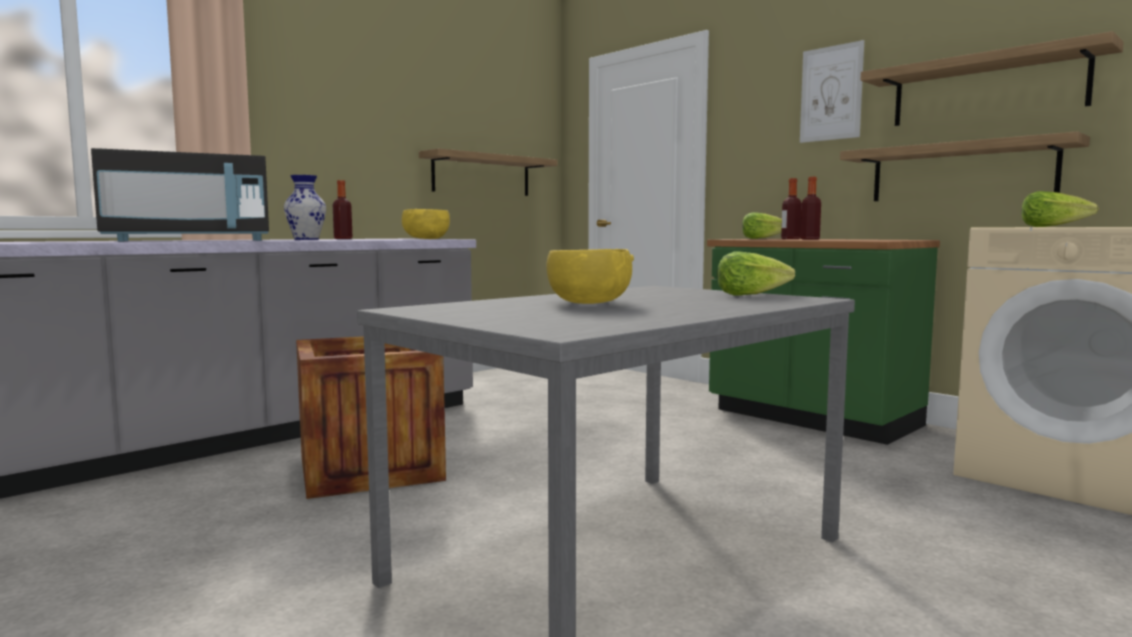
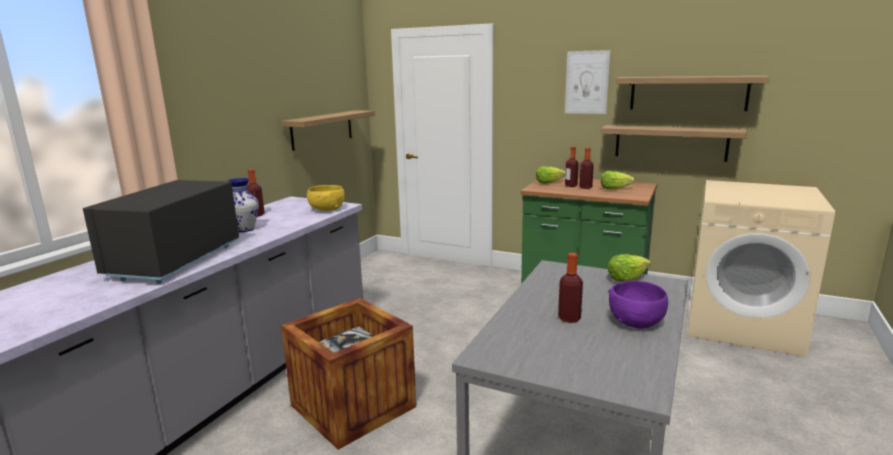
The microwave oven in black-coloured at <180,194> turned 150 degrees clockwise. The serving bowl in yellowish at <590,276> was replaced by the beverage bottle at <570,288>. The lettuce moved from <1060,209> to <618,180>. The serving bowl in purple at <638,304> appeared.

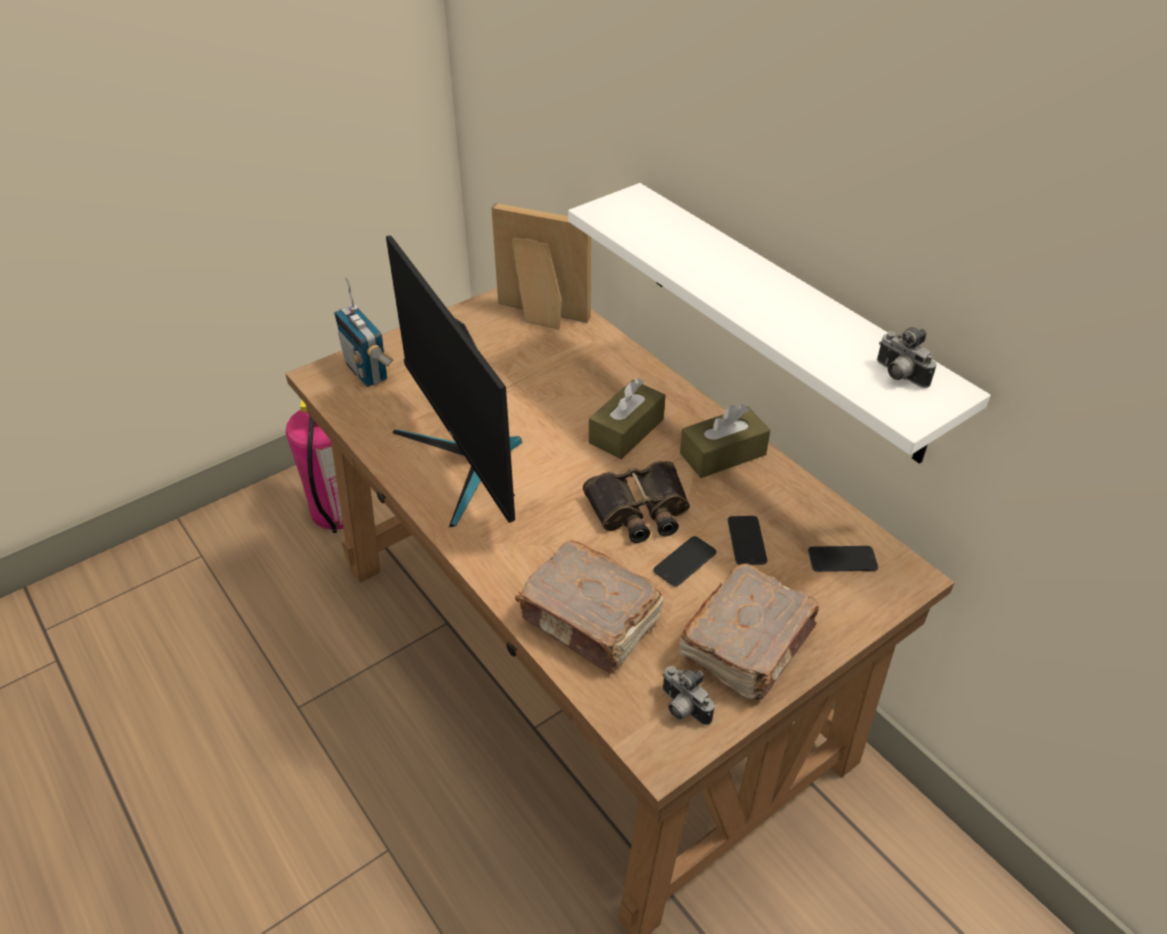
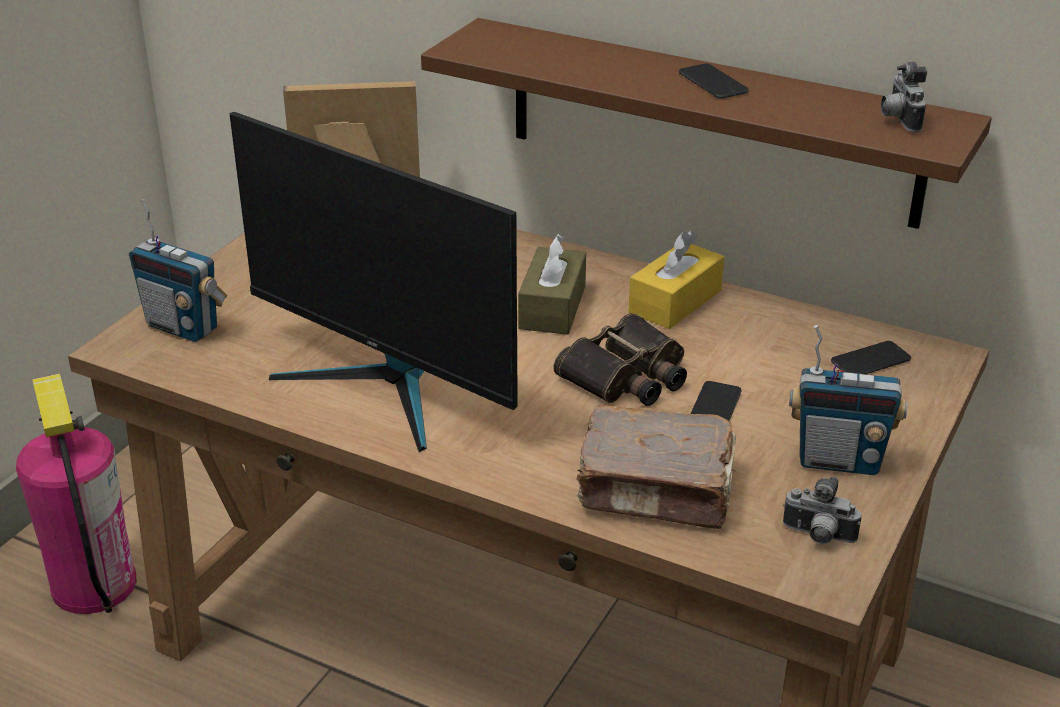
The bracket shelf in whitish at <779,323> became the bracket shelf in brownish at <706,123>. The box of tissues in brownish at <725,441> became the box of tissues in yellowish at <676,280>. The handset moved from <747,540> to <714,81>. The volume in brownish at <749,631> was replaced by the radio set at <848,400>. The photo camera at <907,357> turned 60 degrees clockwise.

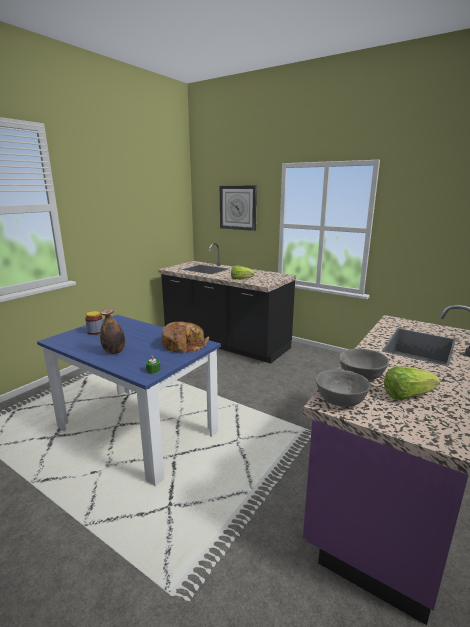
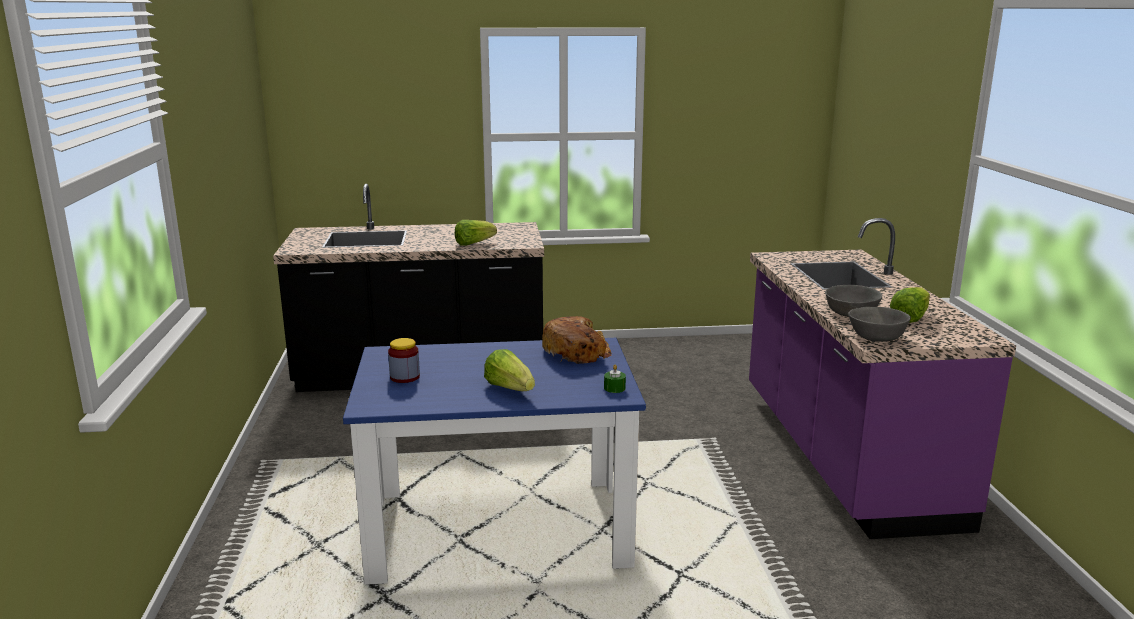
The beverage bottle at <112,331> was replaced by the lettuce at <509,370>. The hanging clock at <238,208> disappeared.

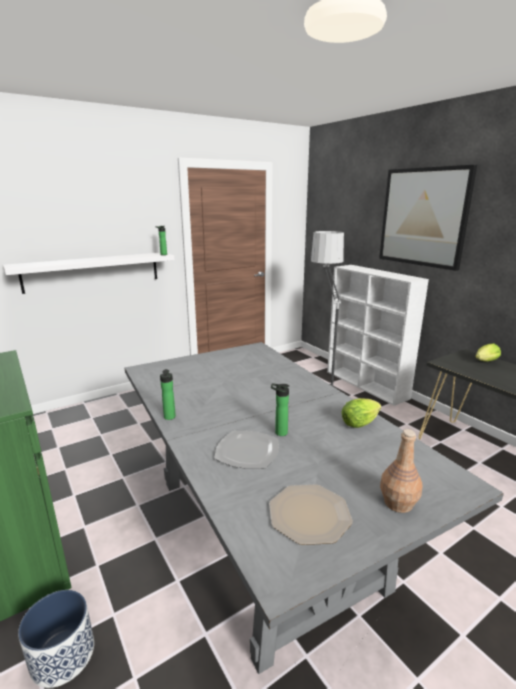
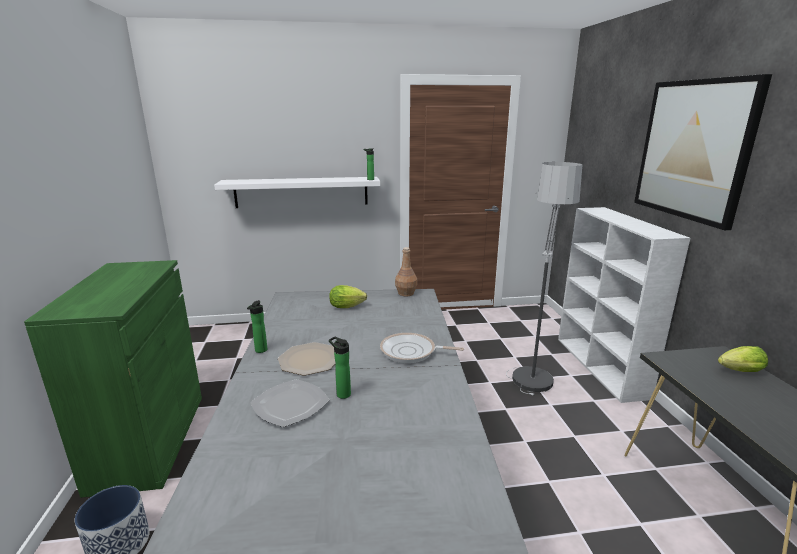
The flat dish moved from <311,514> to <307,358>. The lettuce moved from <361,413> to <348,296>. The skillet at <422,348> appeared. The beverage bottle in brownish moved from <401,471> to <406,271>.

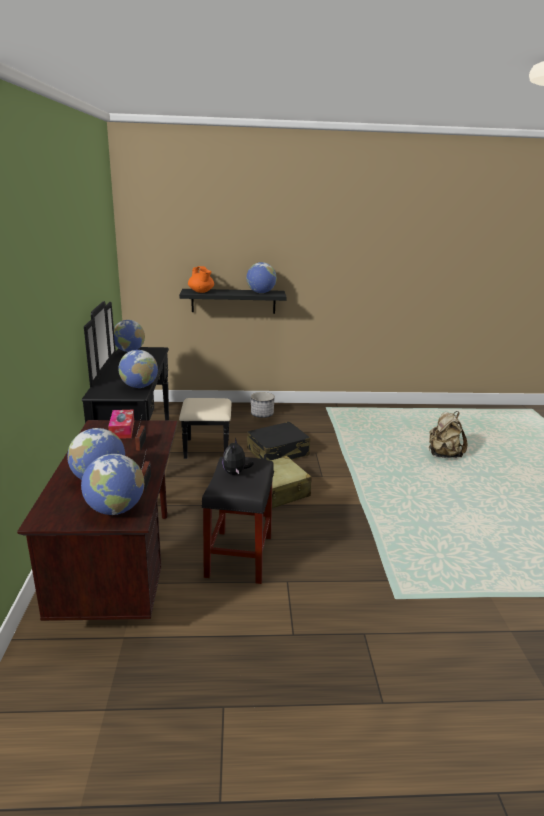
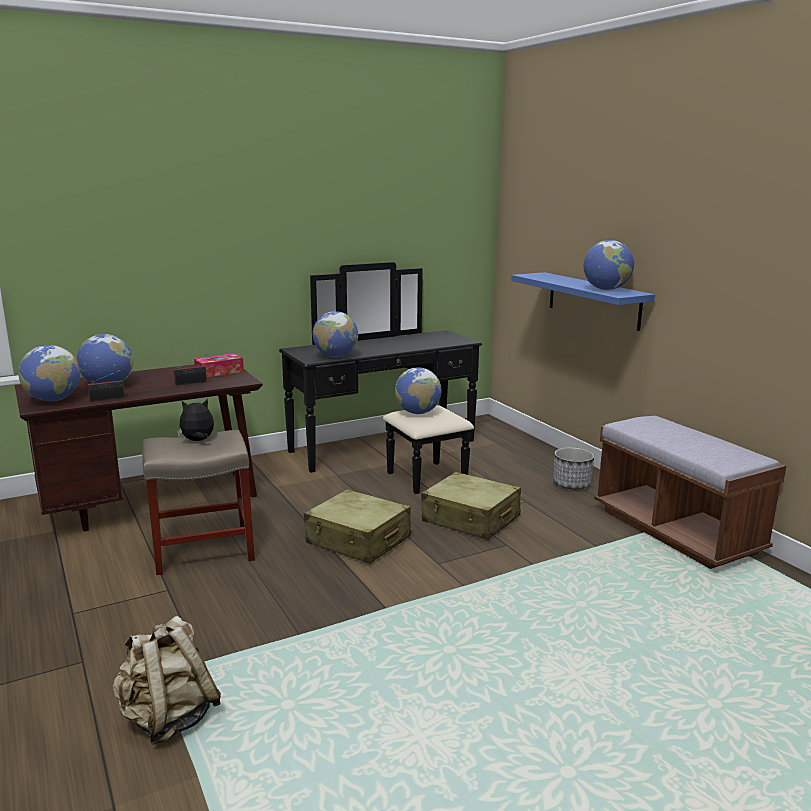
The knapsack in sand-coloured moved from <448,434> to <167,680>. The sitting stool in black-coloured at <238,520> became the sitting stool in sand-coloured at <198,502>. The desk globe moved from <129,336> to <418,390>. The suitcase in black-coloured at <278,441> became the suitcase in sand-coloured at <471,506>. The bracket shelf in black-coloured at <233,301> became the bracket shelf in bluish at <583,301>. The bench in brownish at <690,492> appeared. The pot for tea in orange at <201,279> disappeared.

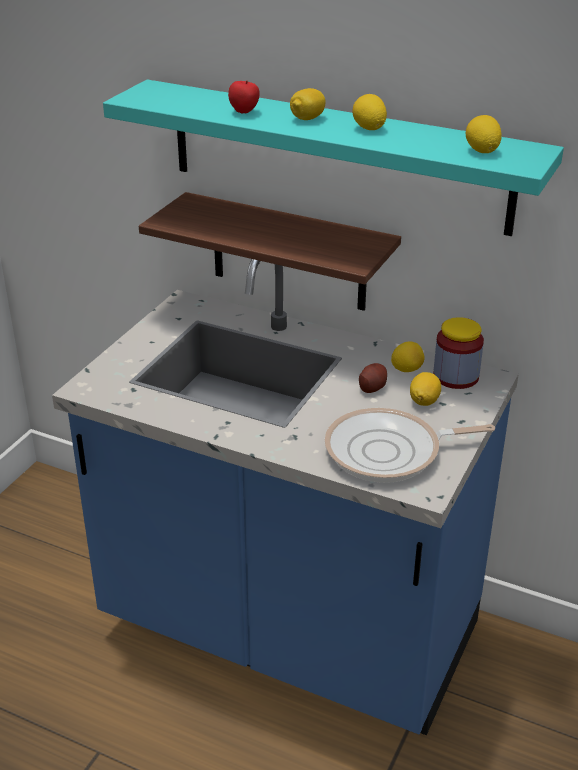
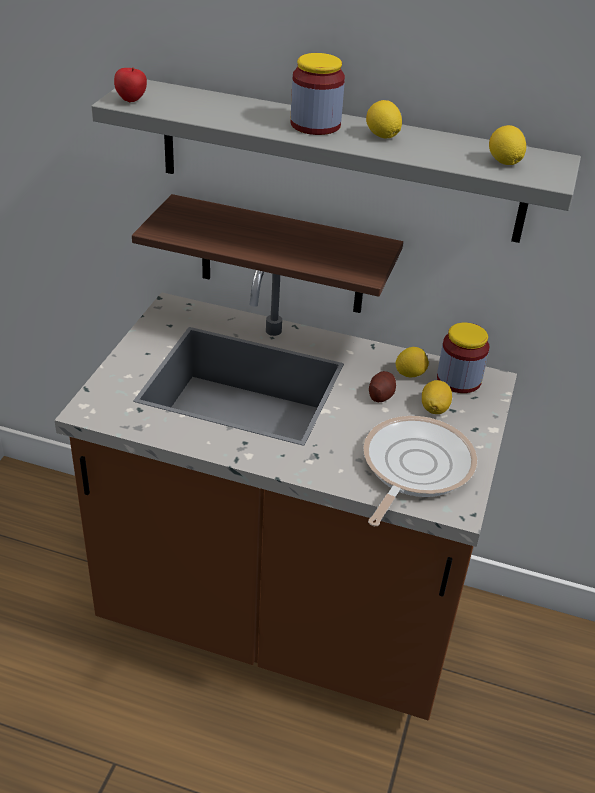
The kitchen counter in bluish at <285,497> became the kitchen counter in brownish at <285,495>. The bracket shelf in turquoise-coloured at <333,158> became the bracket shelf in greyish at <336,161>. The whole apple moved from <244,97> to <130,85>. The whole lemon at <308,104> was replaced by the storage jar at <318,94>. The skillet at <410,445> turned 135 degrees clockwise.

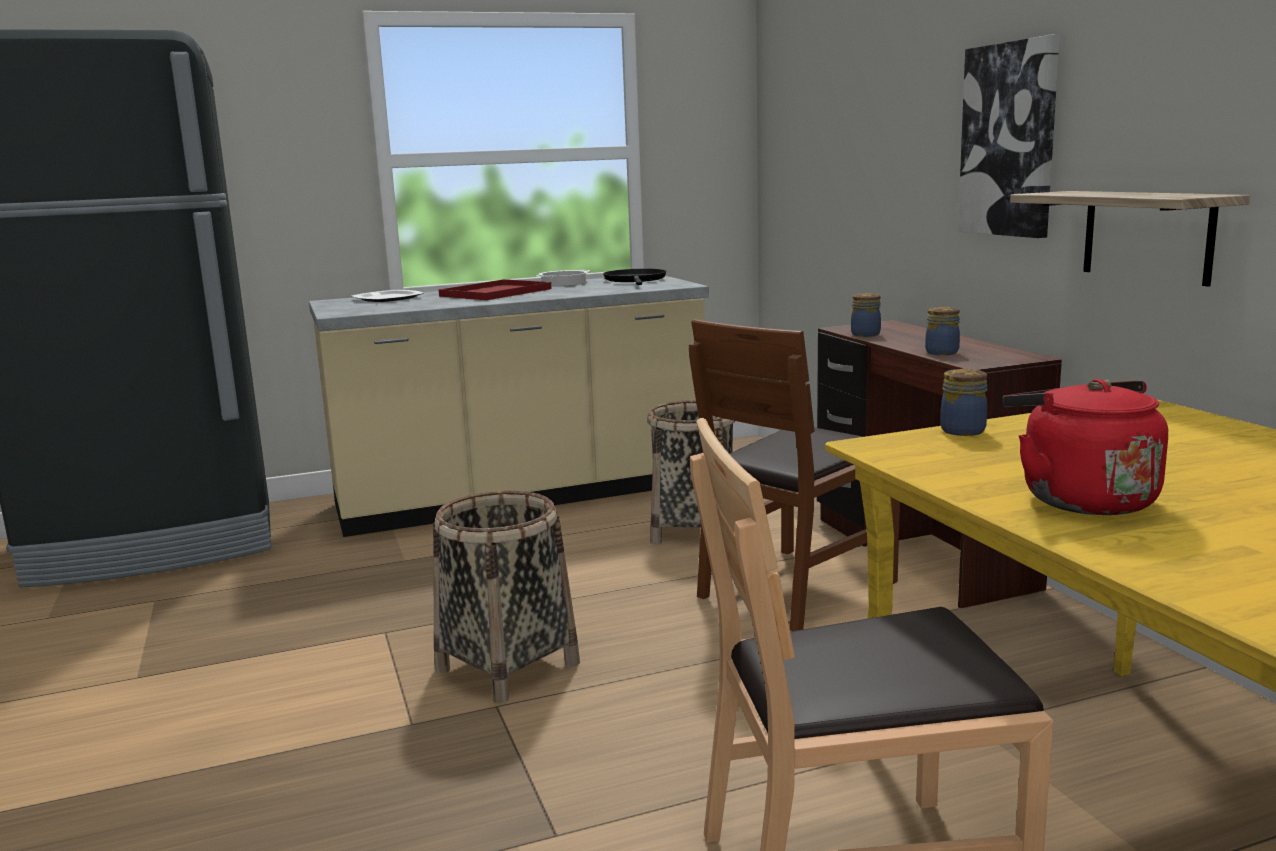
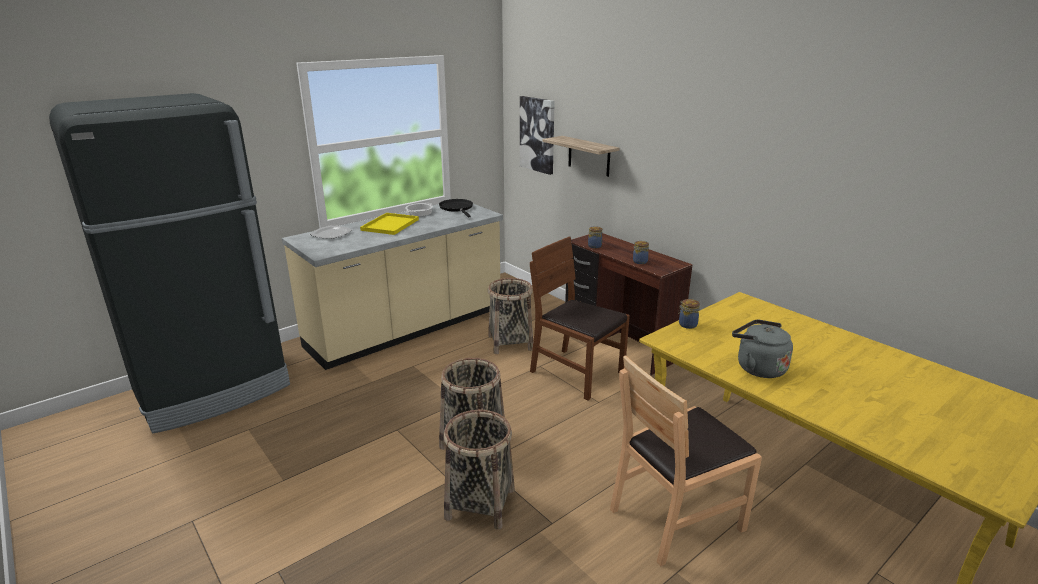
The serving tray in reddish at <495,289> became the serving tray in yellowish at <389,224>. The storage basket at <479,470> appeared. The wall picture moved from <1009,136> to <537,135>. The upright chair in brownish at <794,475> turned 105 degrees clockwise. The bracket shelf moved from <1130,239> to <581,156>. The water kettle in reddish at <1085,447> became the water kettle in greyish at <762,349>.

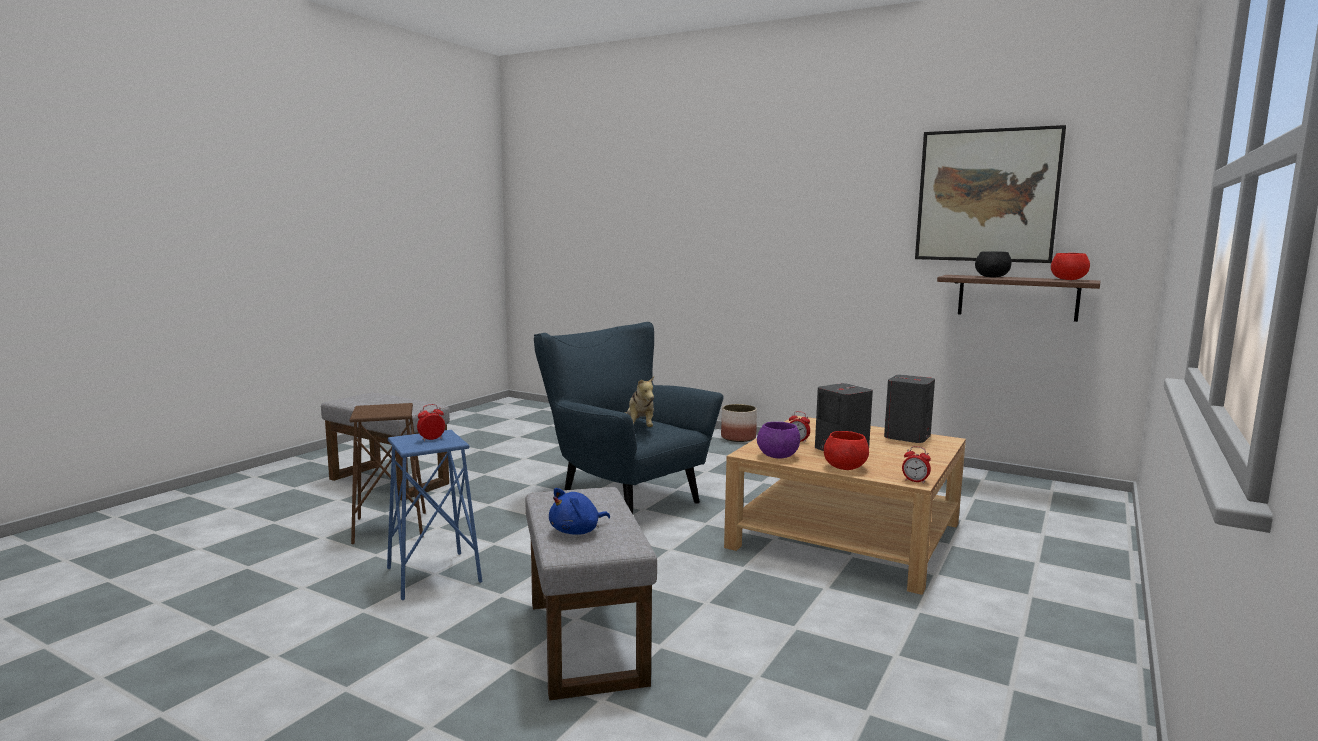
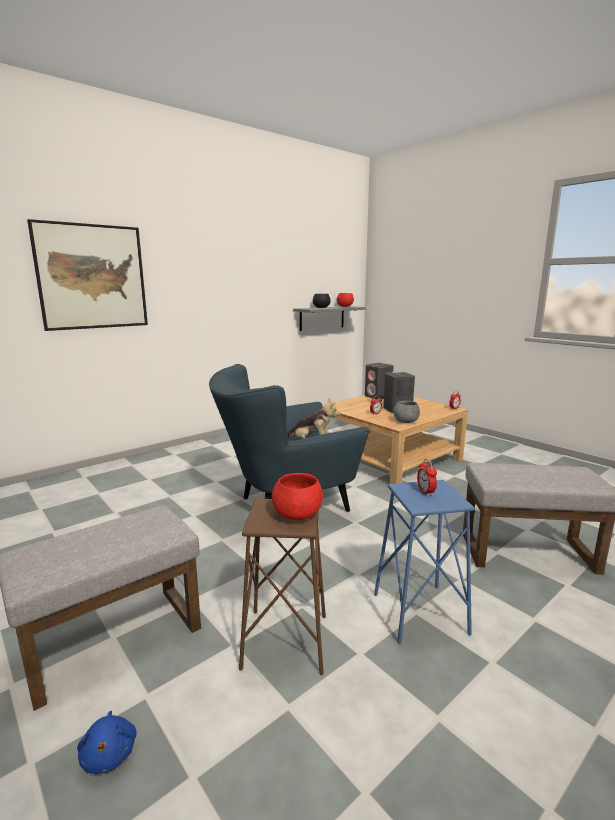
The wall picture moved from <990,194> to <87,275>. The cuddly toy in bluish moved from <579,511> to <107,742>. The serving bowl in reddish moved from <846,450> to <297,497>. The bracket shelf in brownish at <1018,298> became the bracket shelf in greyish at <329,318>. The serving bowl in purple at <778,440> became the serving bowl in greyish at <406,412>. The plant pot at <739,423> disappeared.

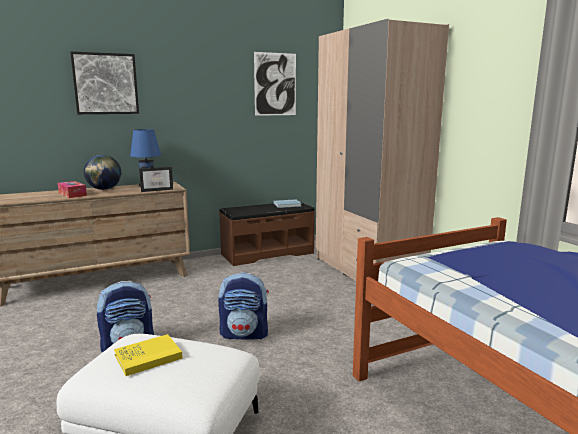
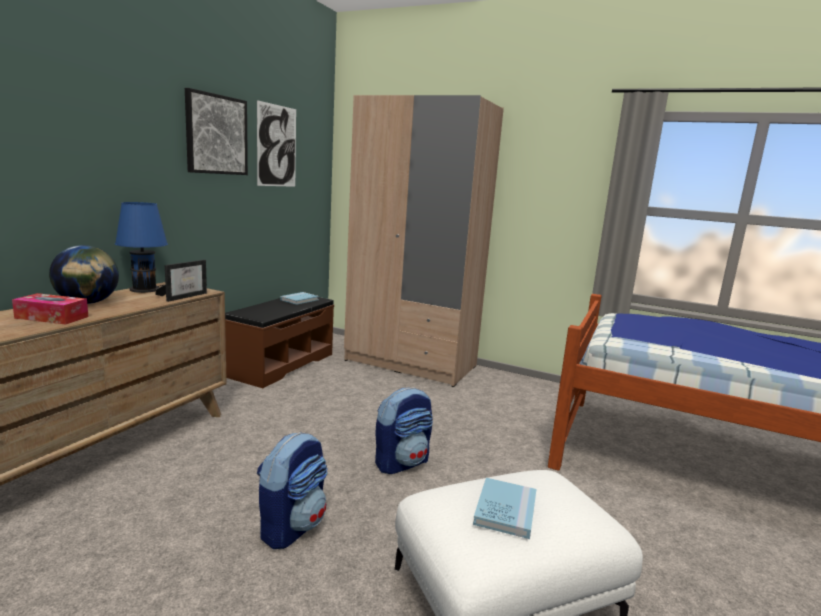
The wall picture moved from <104,82> to <216,131>. The volume in yellowish at <148,355> became the volume in bluish at <504,508>.

